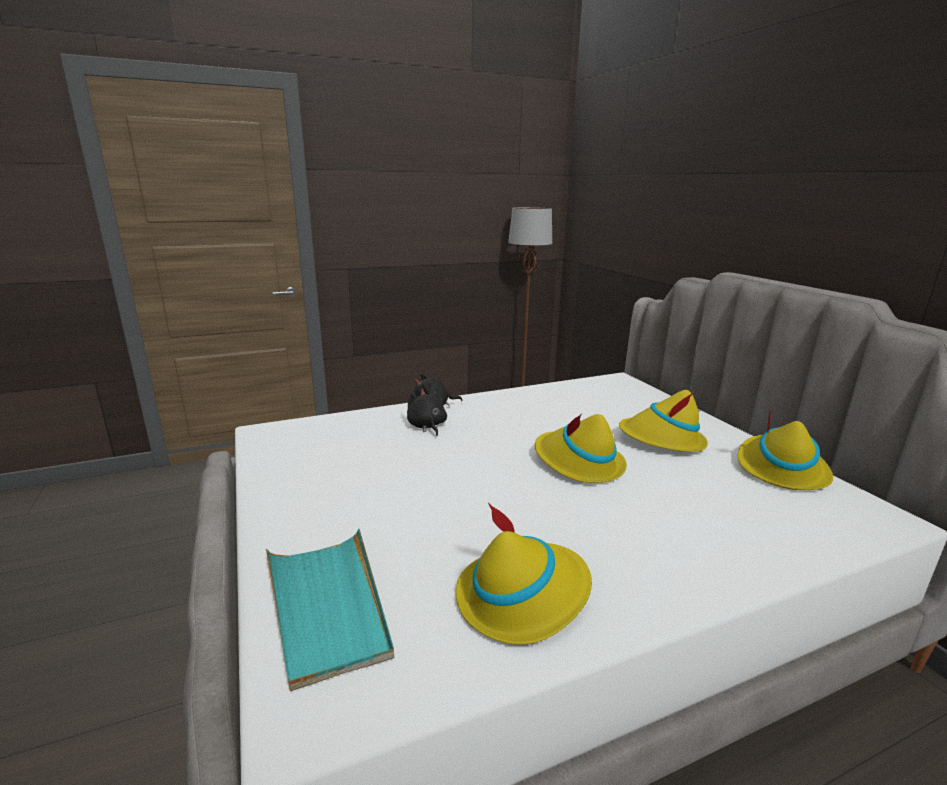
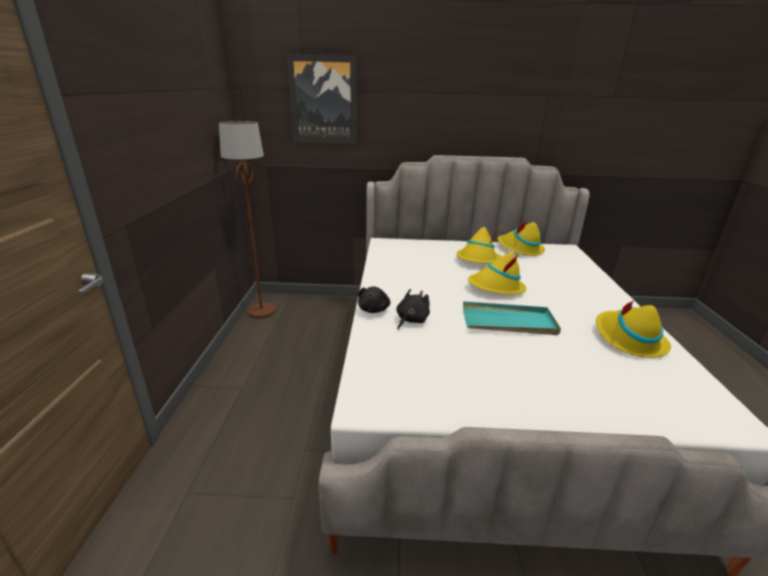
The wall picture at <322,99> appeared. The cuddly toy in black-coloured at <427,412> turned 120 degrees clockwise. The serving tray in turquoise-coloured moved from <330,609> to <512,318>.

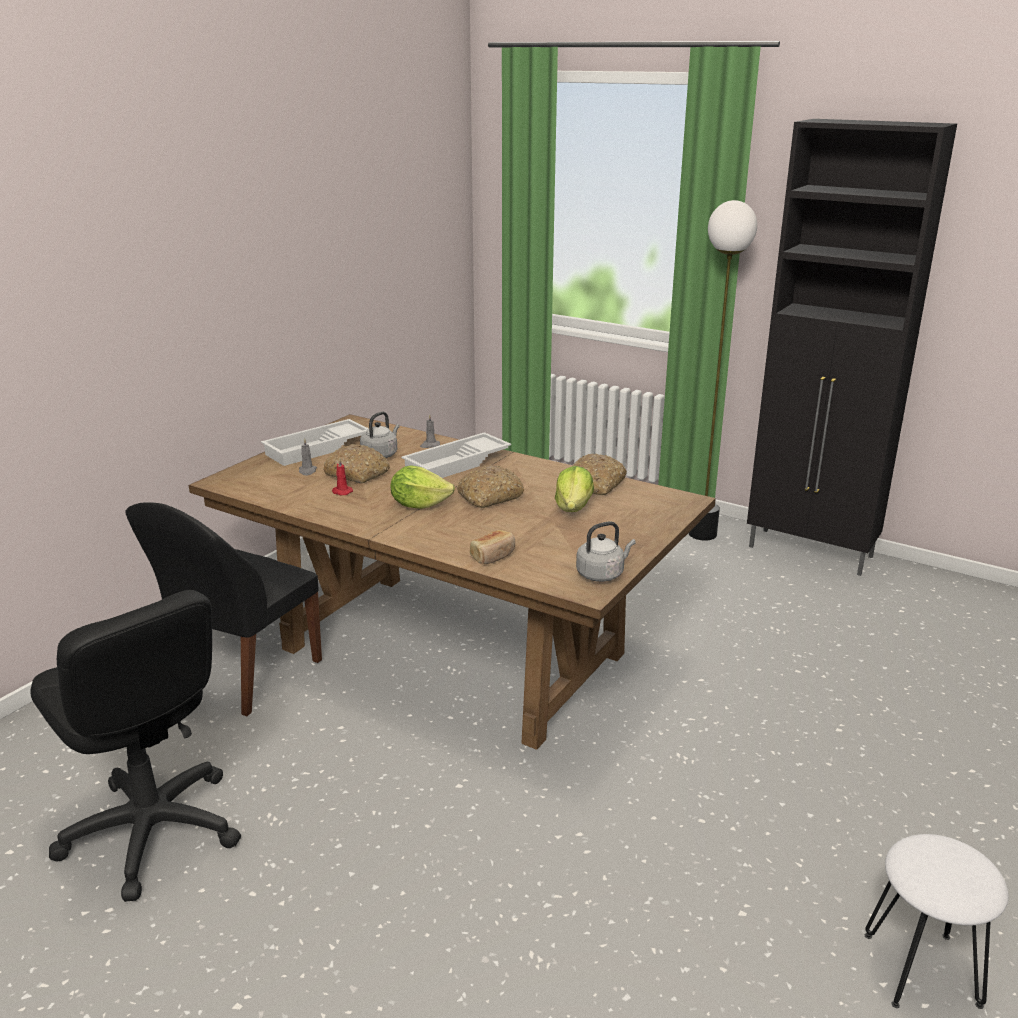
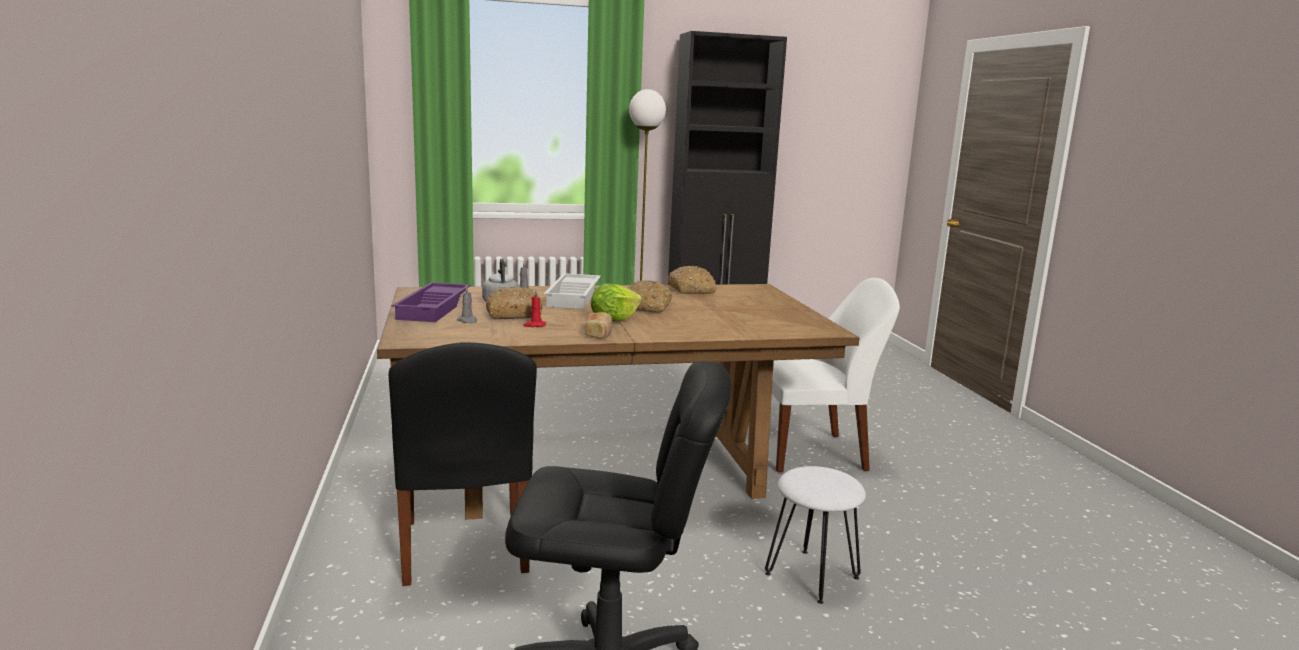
The serving tray in whitish at <315,442> became the serving tray in purple at <431,302>. The baked bread moved from <492,547> to <599,325>. The sitting stool in whitish moved from <937,921> to <815,535>. The upright chair in whitish at <836,375> appeared. The lettuce at <574,489> disappeared. The water kettle in greyish at <606,551> disappeared.

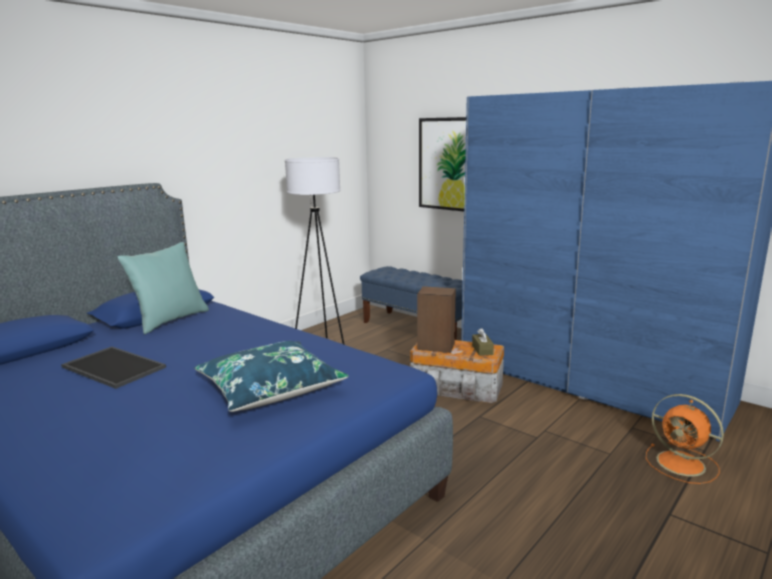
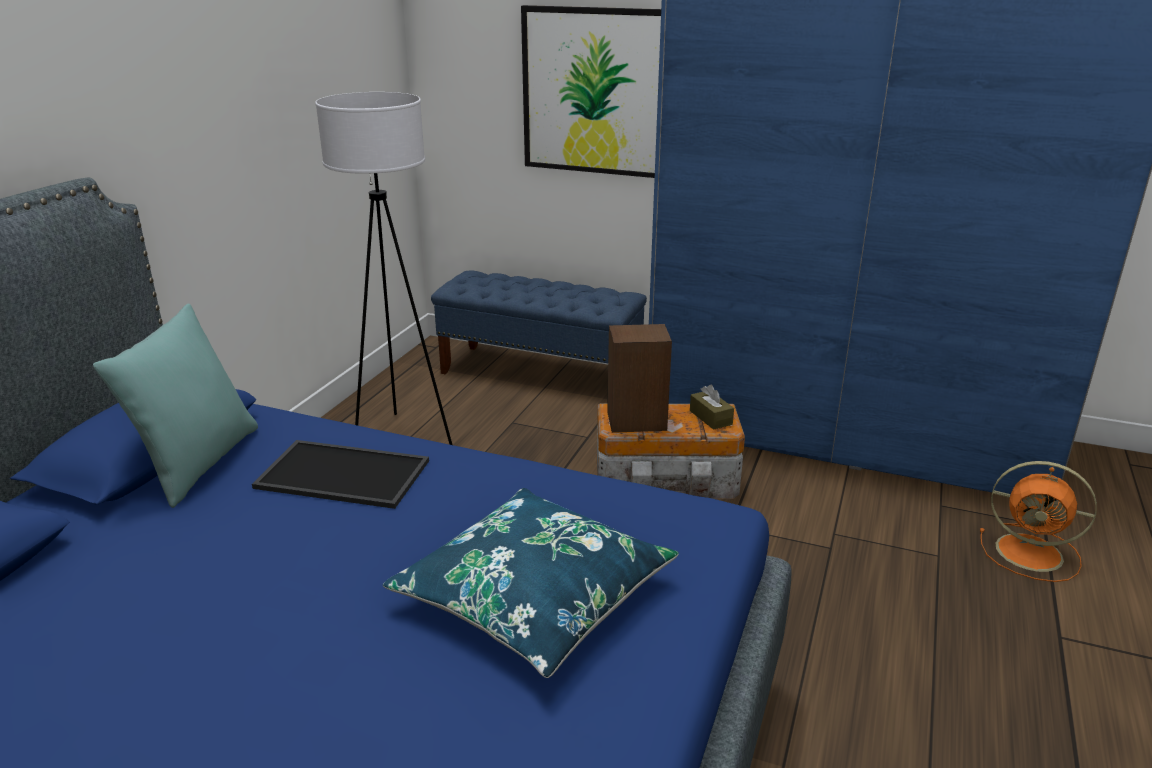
The serving tray moved from <113,368> to <340,474>.

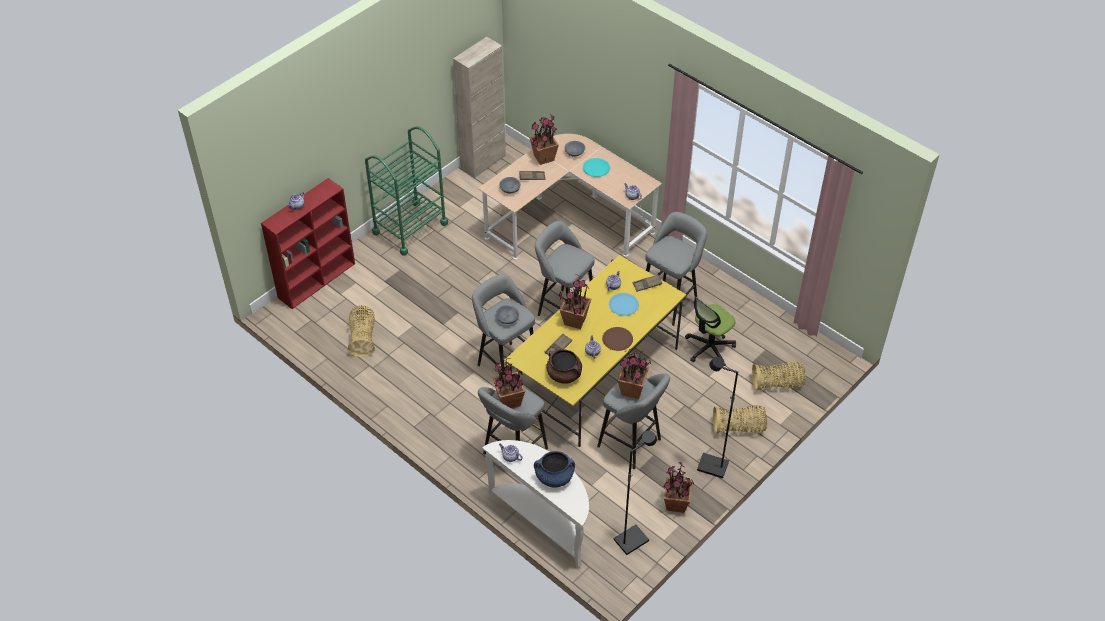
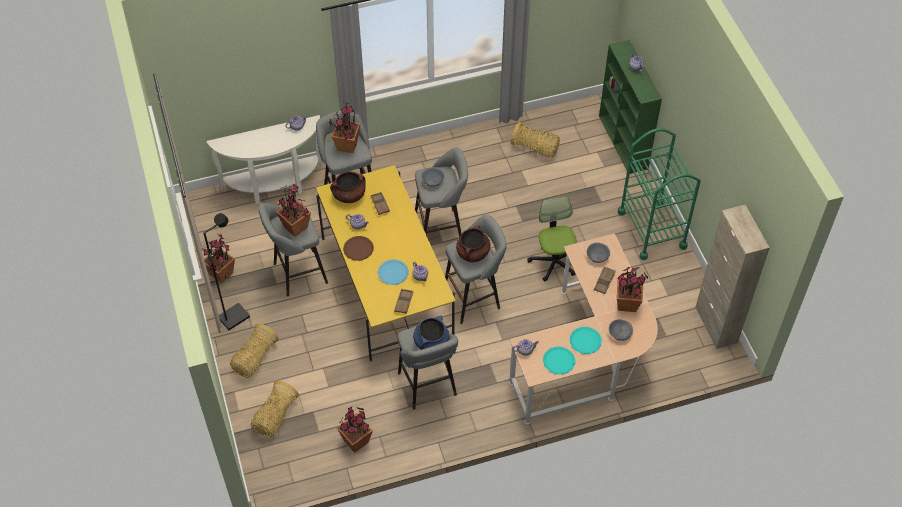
The houseplant moved from <575,302> to <355,430>. The stockpot in bluish moved from <554,469> to <431,332>. The stockpot in brownish at <473,244> appeared. The office chair moved from <710,331> to <552,238>. The flat dish in turquoise-coloured at <559,360> appeared. The shelving unit in reddish at <308,243> became the shelving unit in greenish at <630,107>. The floor lamp in black-coloured at <635,492> disappeared.

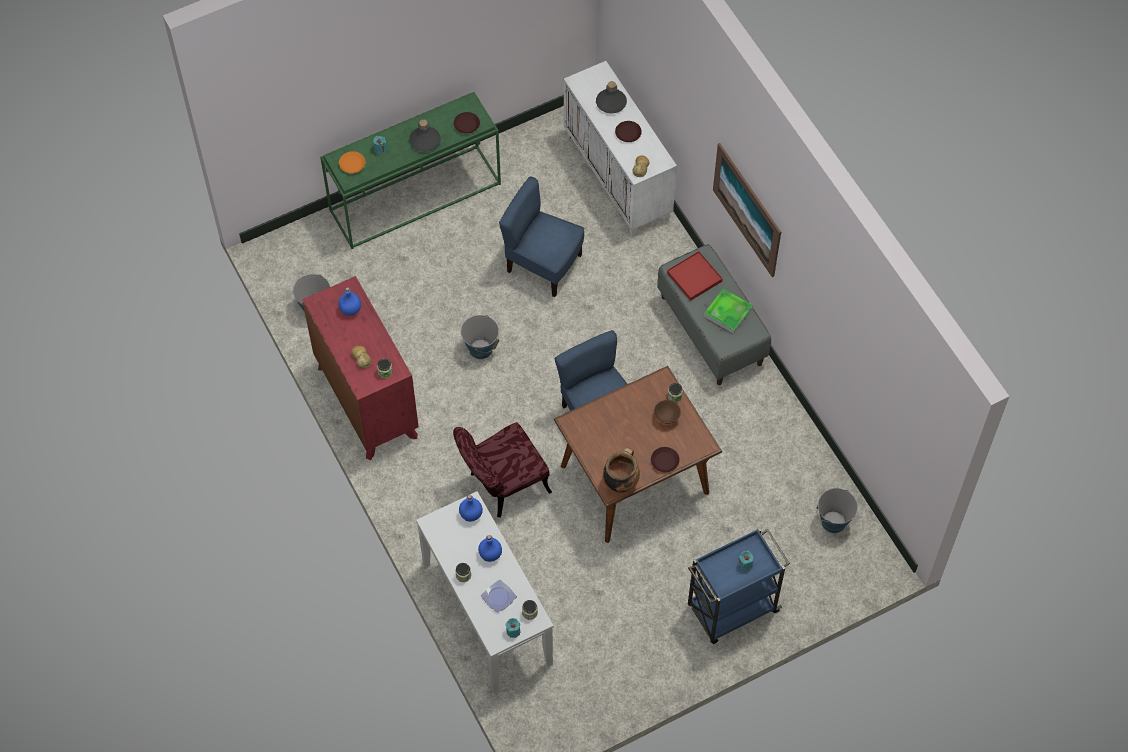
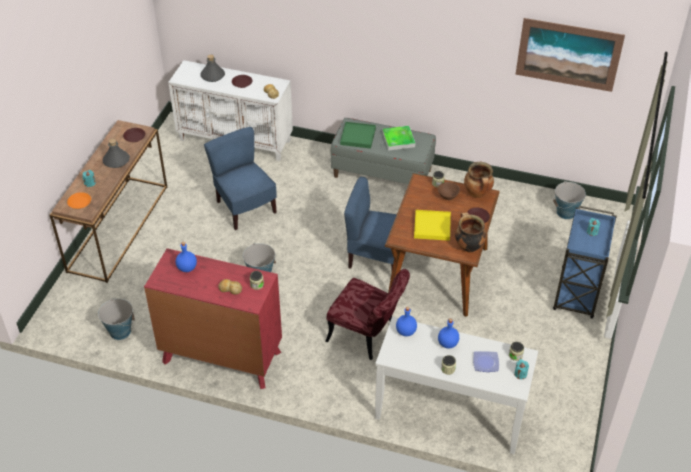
The hall table in greenish at <410,170> became the hall table in brownish at <108,201>. The upright chair in bluish at <541,237> turned 75 degrees clockwise. The upright chair in reddish at <502,469> turned 75 degrees counterclockwise. The serving tray in reddish at <695,276> became the serving tray in greenish at <358,135>. The serving tray in yellowish at <432,225> appeared. The stockpot at <479,180> appeared. The wall picture moved from <747,210> to <570,55>.

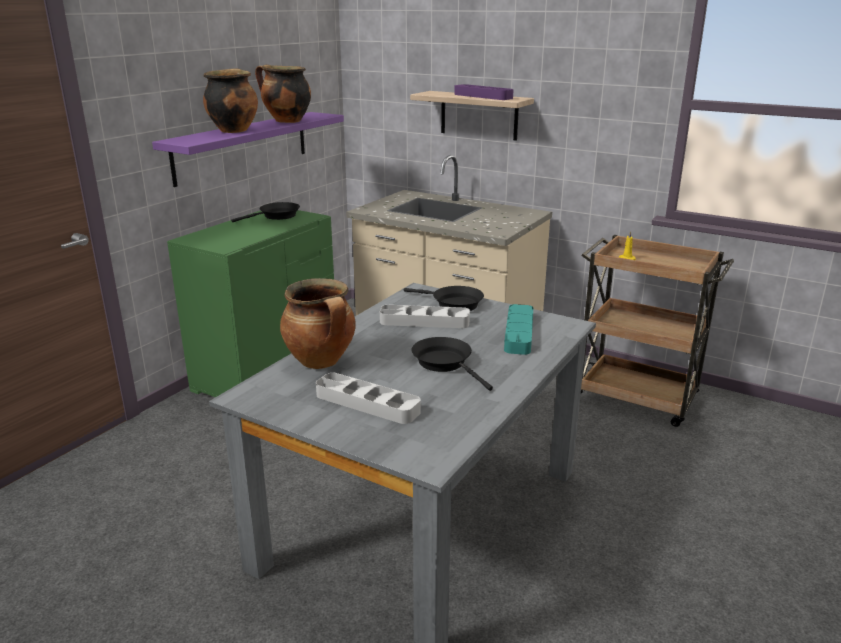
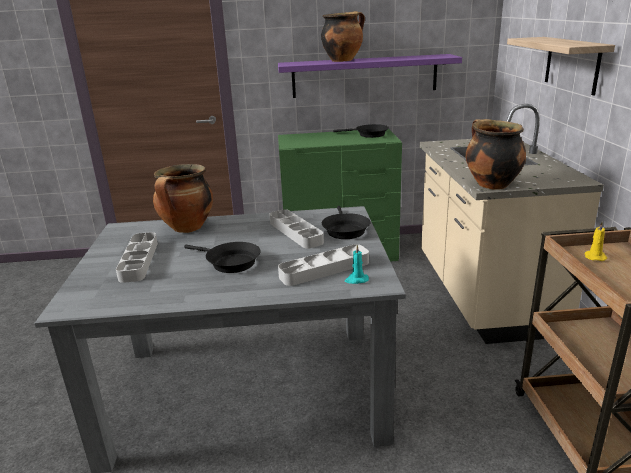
The skillet in black-coloured at <452,364> turned 105 degrees clockwise. The serving tray in turquoise-coloured at <518,329> became the serving tray in greyish at <323,265>. The candle in turquoise-coloured at <357,264> appeared. The stockpot moved from <283,94> to <496,154>. The serving tray in purple at <484,92> disappeared.

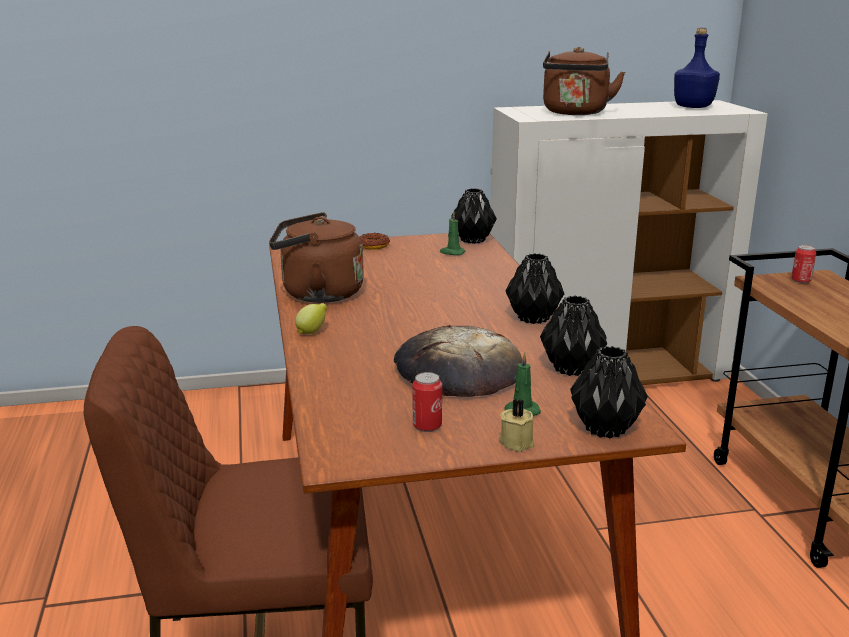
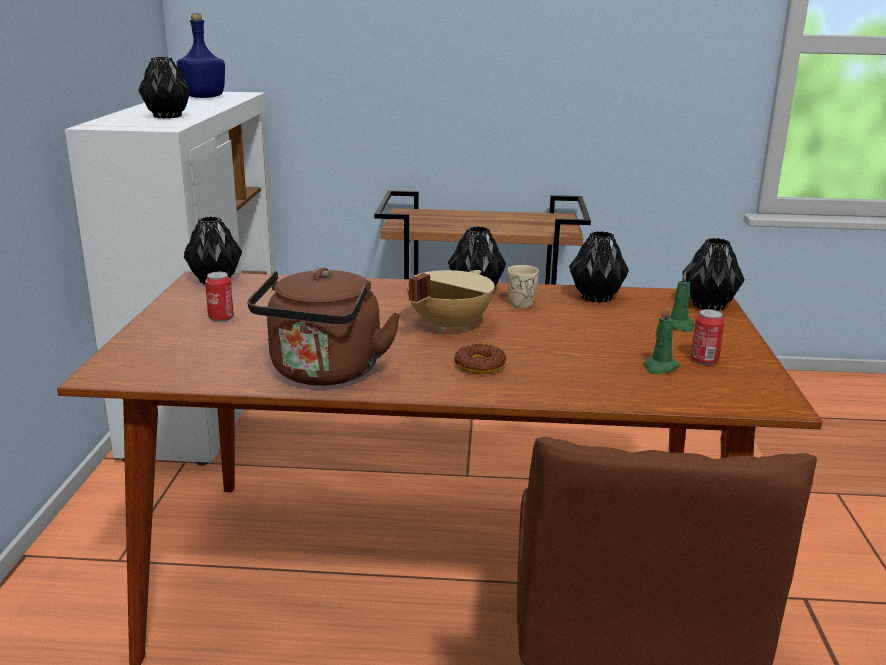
The water kettle in brownish at <584,81> was replaced by the vase in black-coloured at <165,88>. The can moved from <803,264> to <219,297>. The stockpot in sand-coloured at <450,301> appeared. The doughnut moved from <375,241> to <480,358>. The tea mug in sand-coloured at <523,286> appeared. The candle in greenish moved from <453,233> to <662,340>. The whole lemon at <311,318> disappeared. The baked bread at <458,361> disappeared. The candle in sand-coloured at <516,425> disappeared.

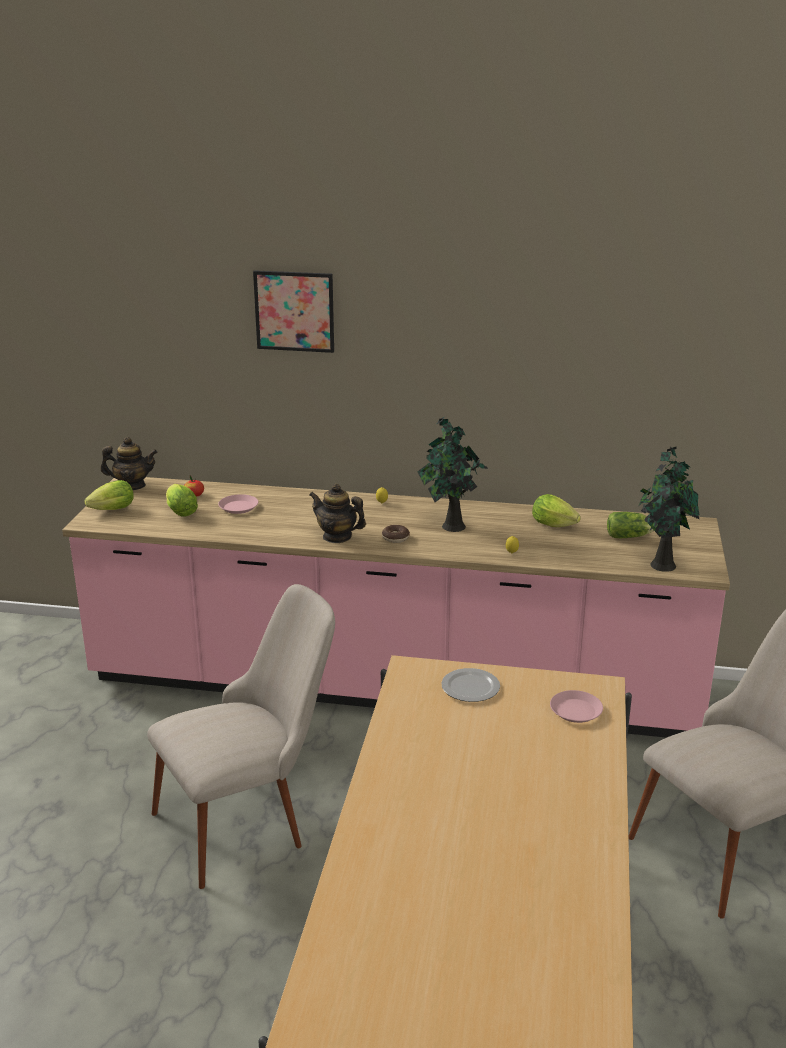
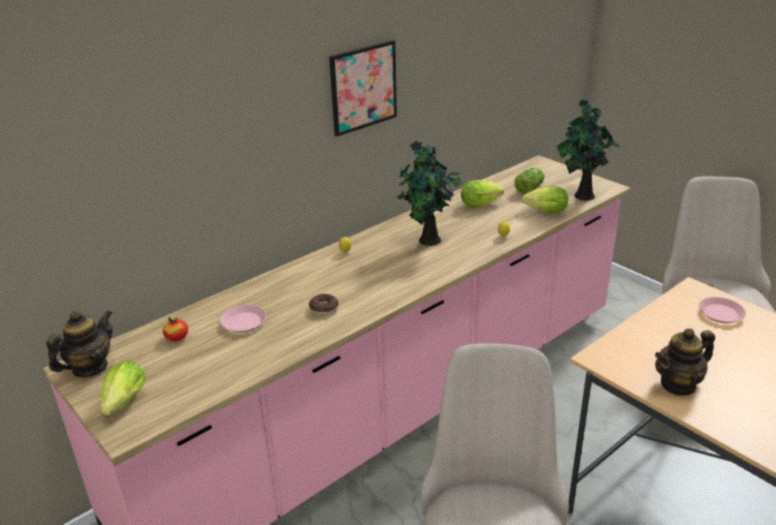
The doughnut moved from <396,534> to <324,304>. The wall picture moved from <293,311> to <363,88>. The lettuce moved from <182,500> to <545,200>. The pot for tea moved from <337,513> to <685,362>. The flat dish at <470,685> disappeared.

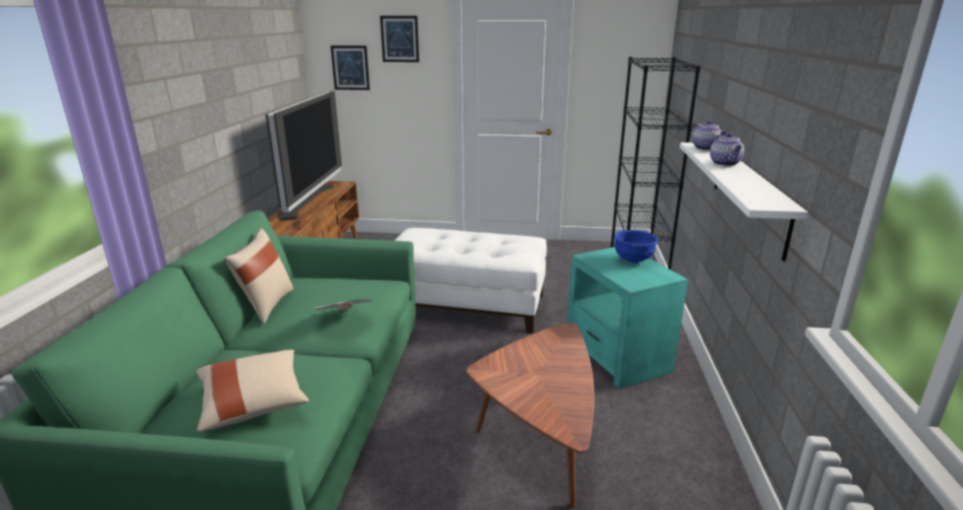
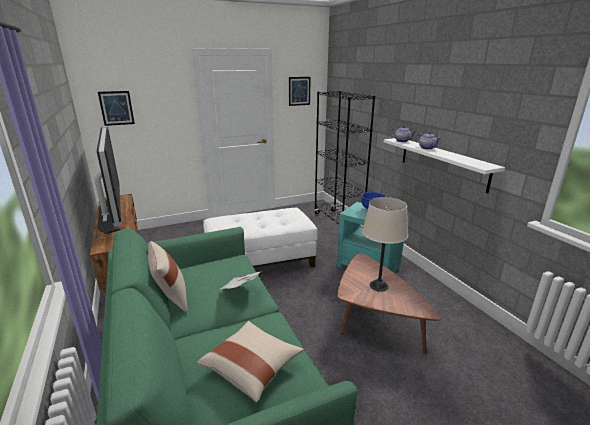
The wall picture moved from <399,39> to <300,91>. The lamp for a table in sand-coloured at <385,244> appeared.

